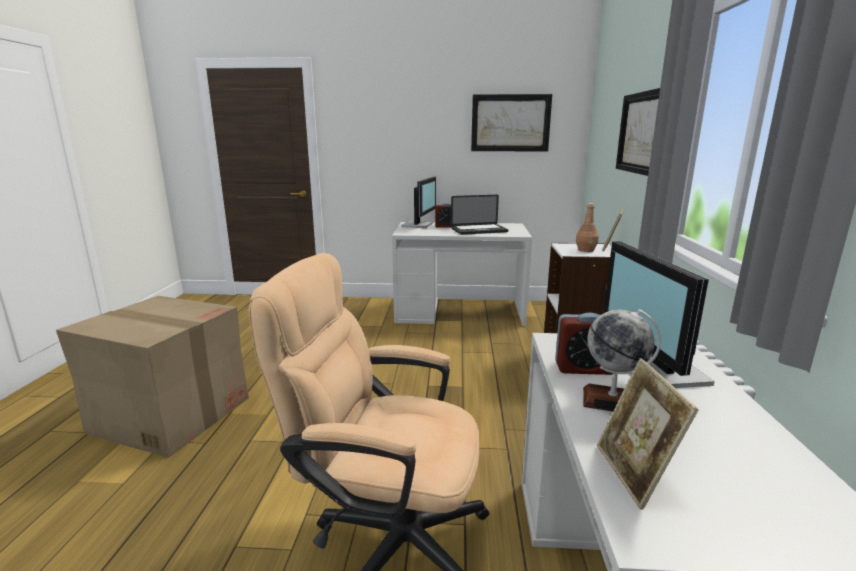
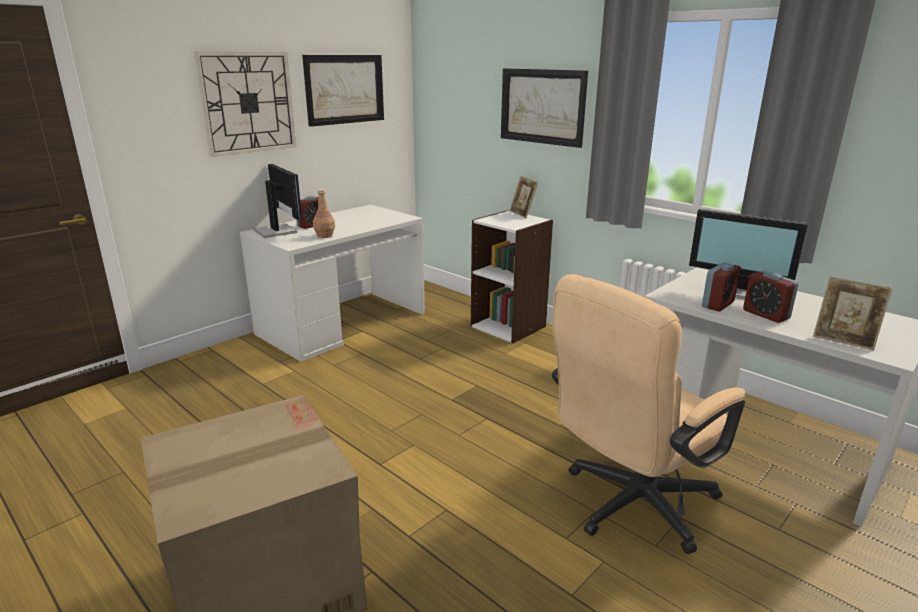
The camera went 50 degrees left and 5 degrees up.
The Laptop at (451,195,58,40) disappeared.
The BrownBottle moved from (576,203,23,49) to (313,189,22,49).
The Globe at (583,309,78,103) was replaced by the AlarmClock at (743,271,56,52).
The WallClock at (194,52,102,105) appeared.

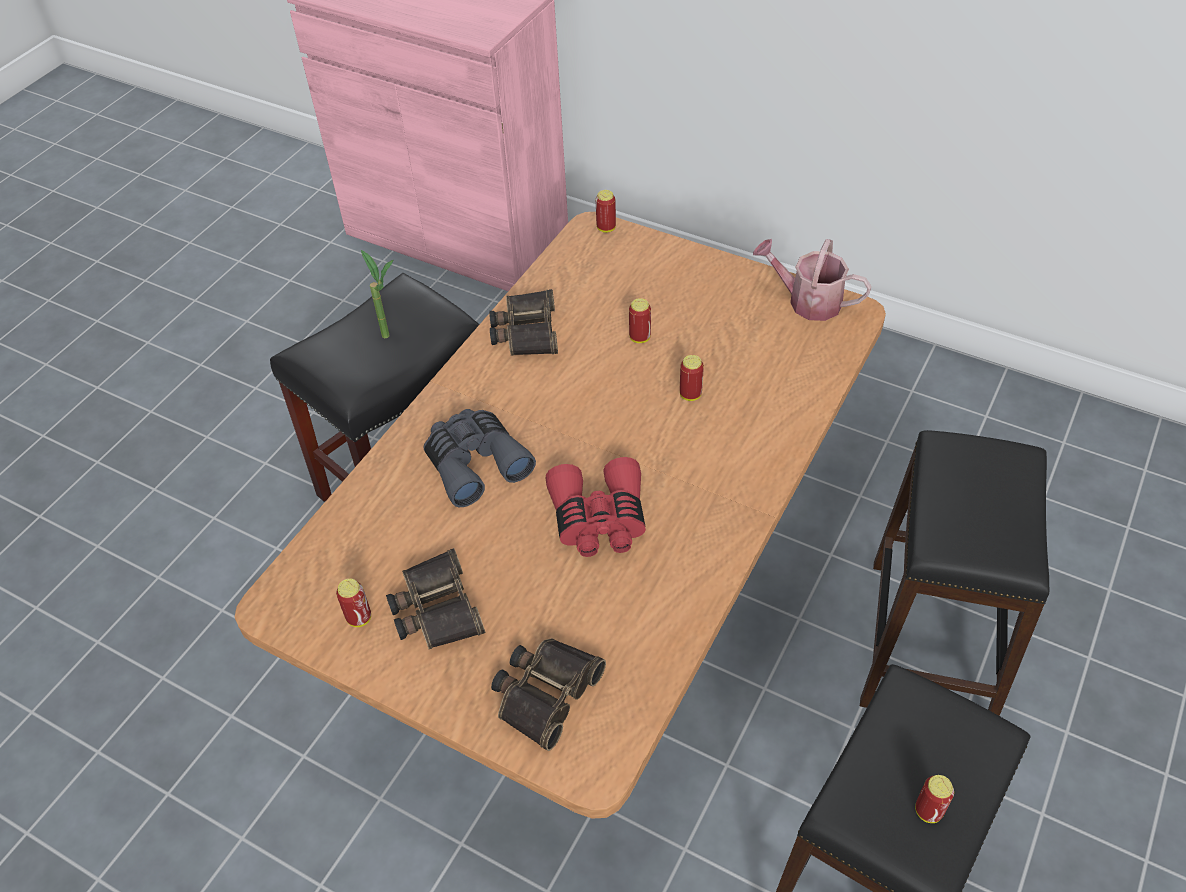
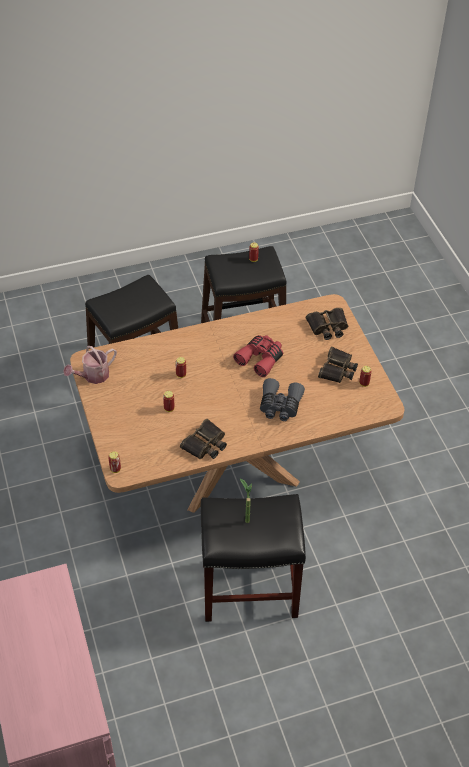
The camera went 140 degrees left and 0 degrees up.
The WateringCan at (753,239,119,82) turned 75 degrees clockwise.

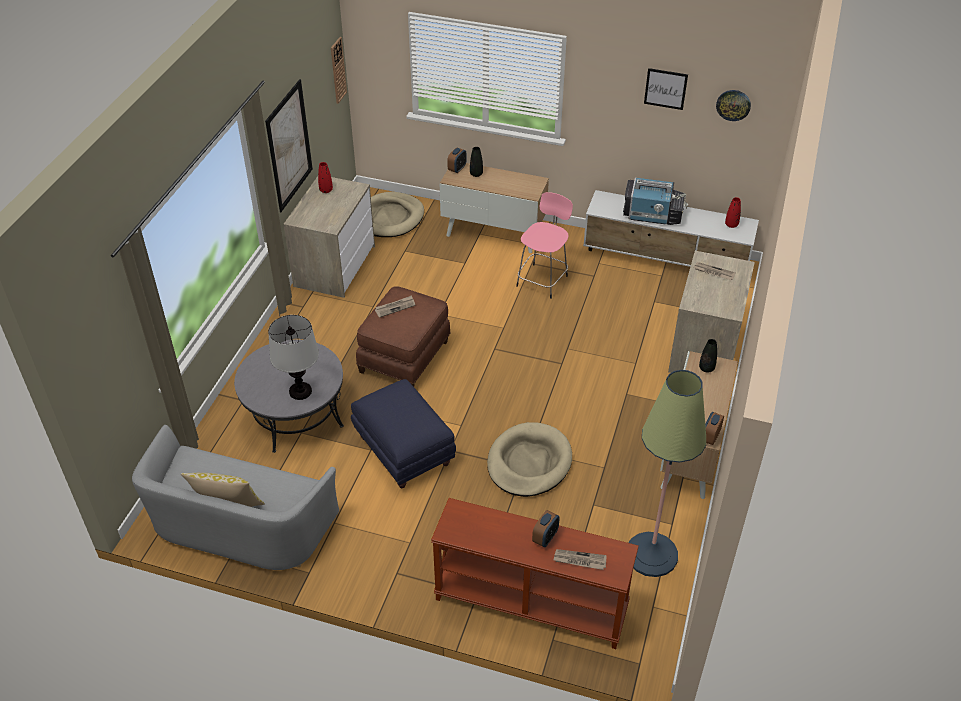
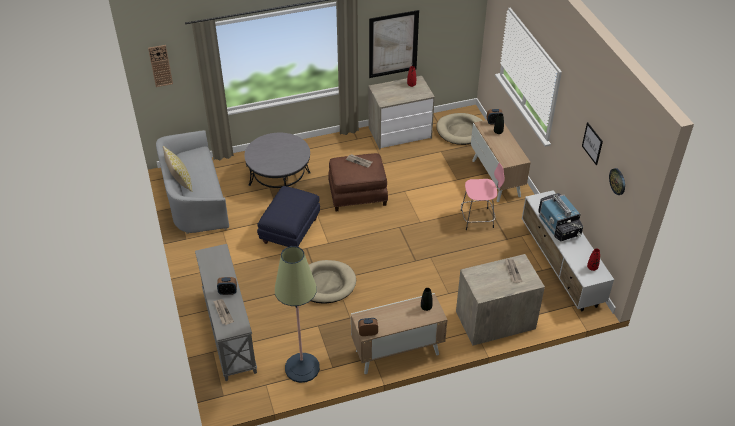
The camera went 55 degrees right and 0 degrees up.
The WallClock moved from (331,37,16,67) to (148,45,25,42).
The TableLamp at (268,315,51,85) disappeared.
The BrownConsoleTable at (431,498,208,151) became the GreyConsoleTable at (195,244,62,137).

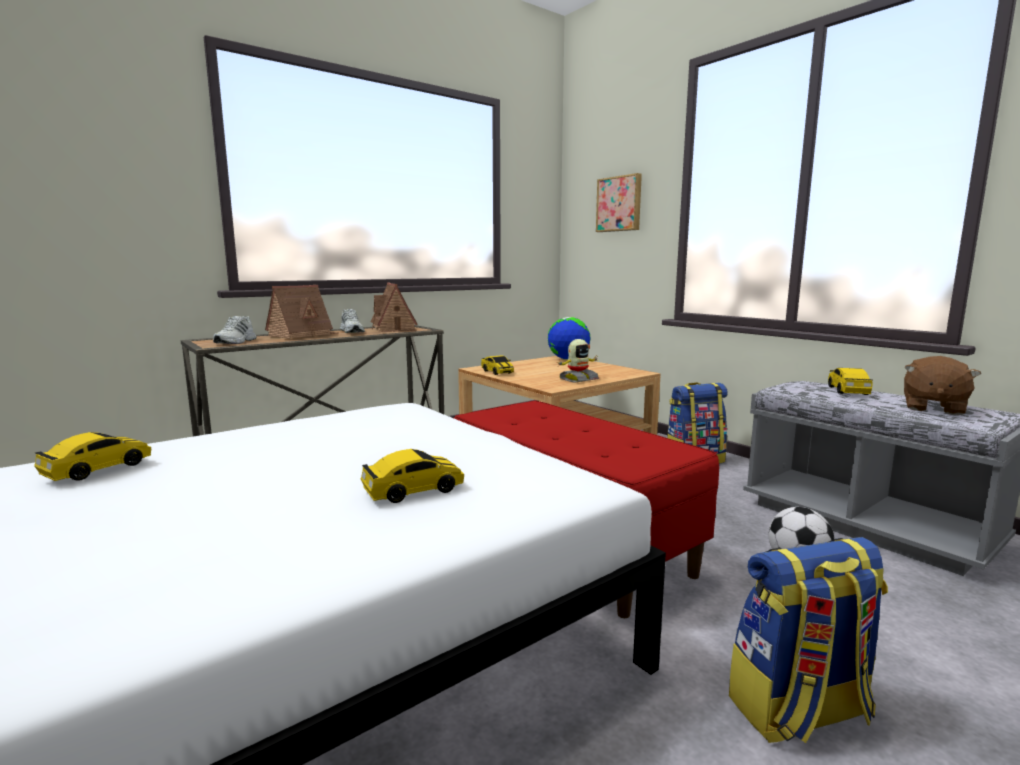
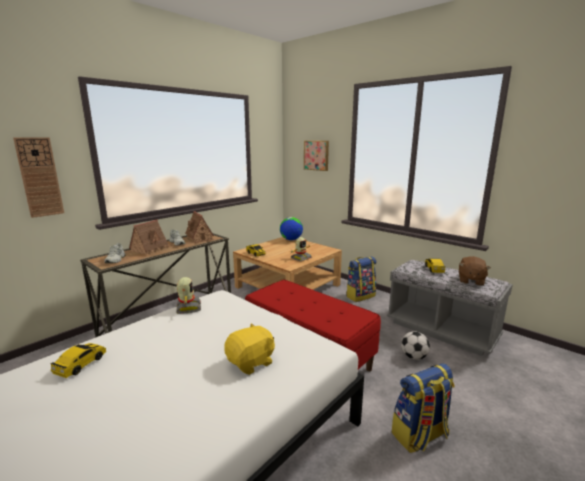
The camera went 10 degrees left and 5 degrees up.
The ToyCar at (360,449,104,54) was replaced by the YellowPlushToy at (224,323,51,52).
The WallClock at (13,137,51,81) appeared.
The ToyRobot at (176,277,25,37) appeared.

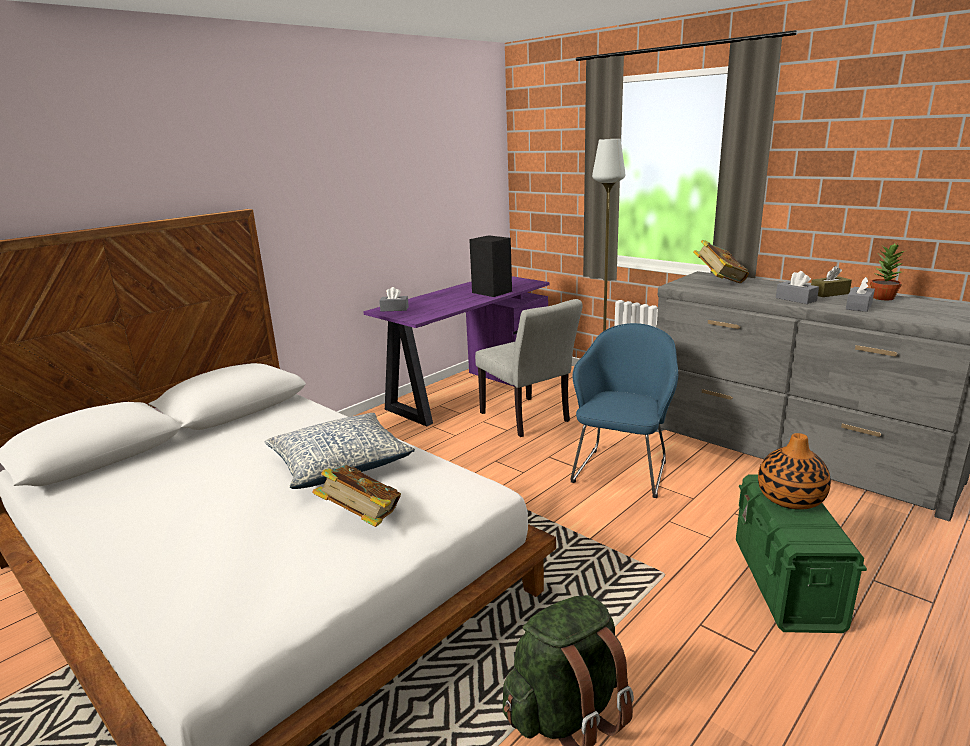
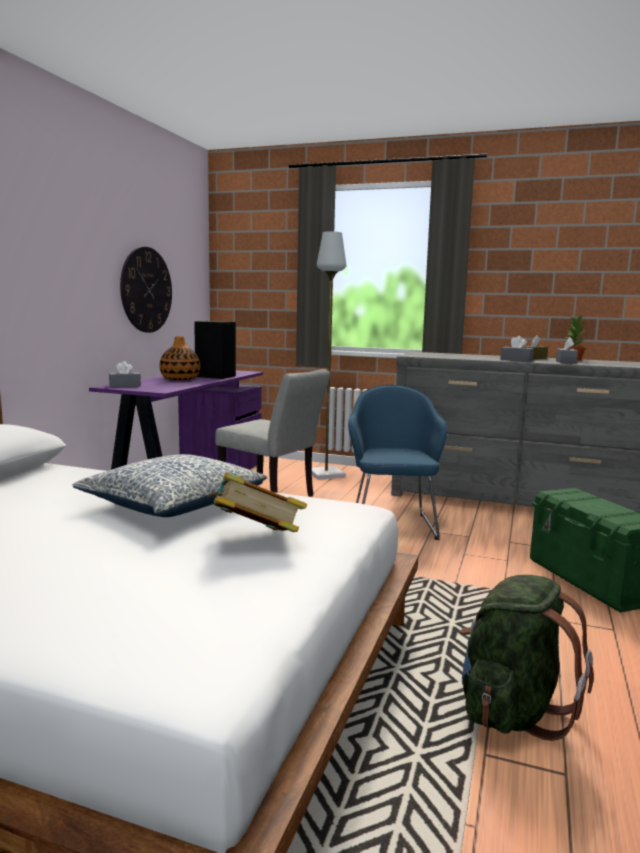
The camera went 25 degrees left and 10 degrees down.
The Book at (694,240,55,43) disappeared.
The Vase moved from (758,433,73,77) to (160,336,40,44).
The WallClock at (120,247,52,86) appeared.

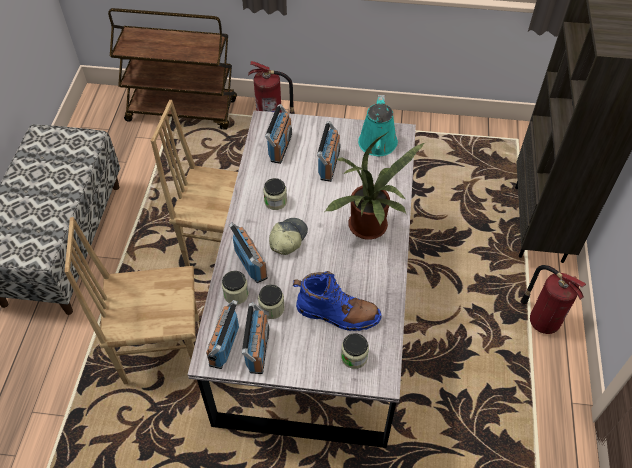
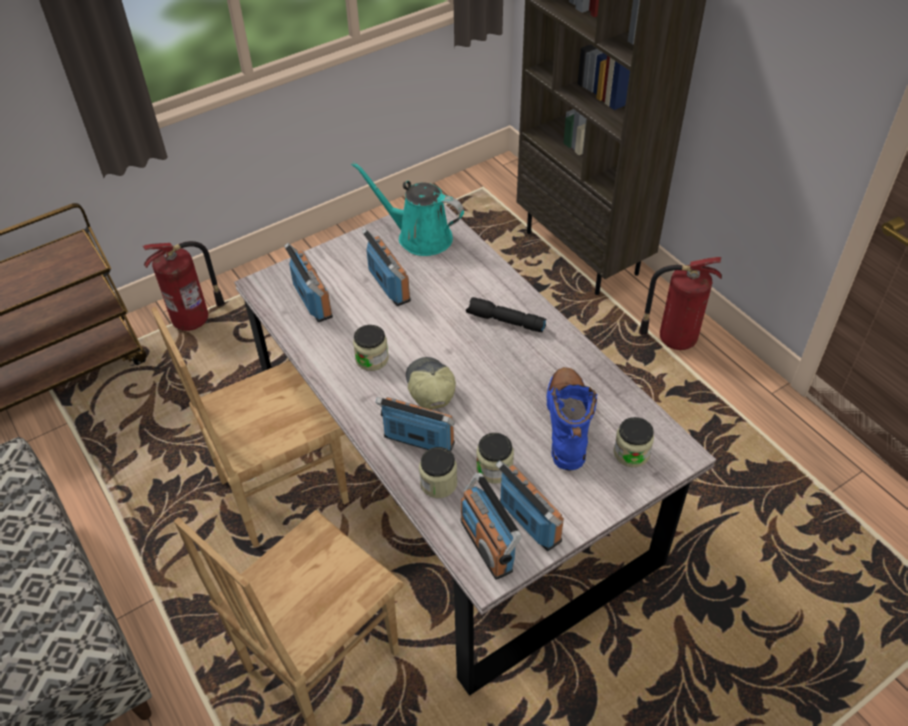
The camera went 40 degrees left and 5 degrees down.
The TurquoiseWateringCan at (358,95,40,61) turned 150 degrees clockwise.
The PottedPlant at (325,132,99,108) was replaced by the BlackFlashlight at (466,297,80,36).
The BlueBoot at (293,271,89,60) turned 60 degrees counterclockwise.

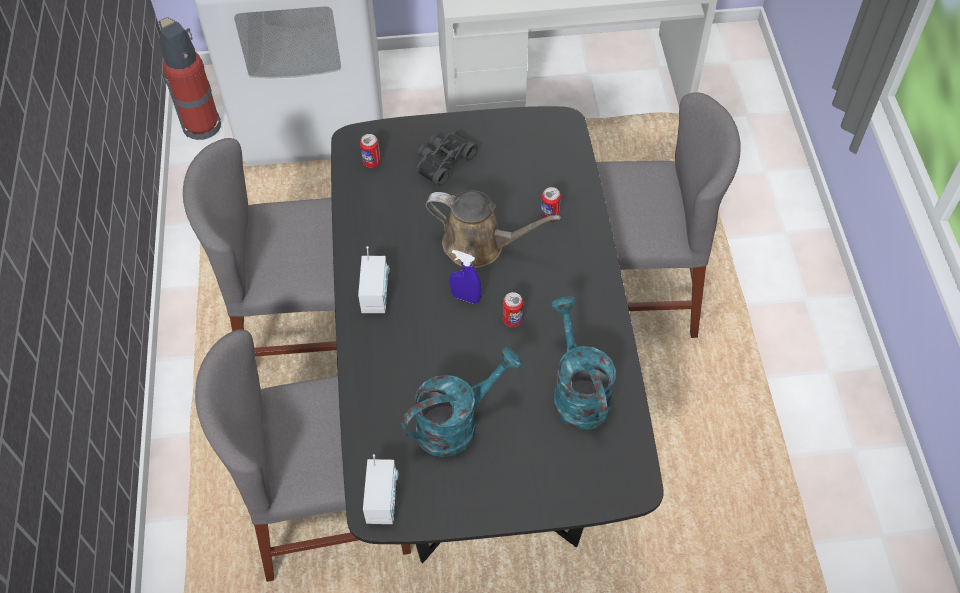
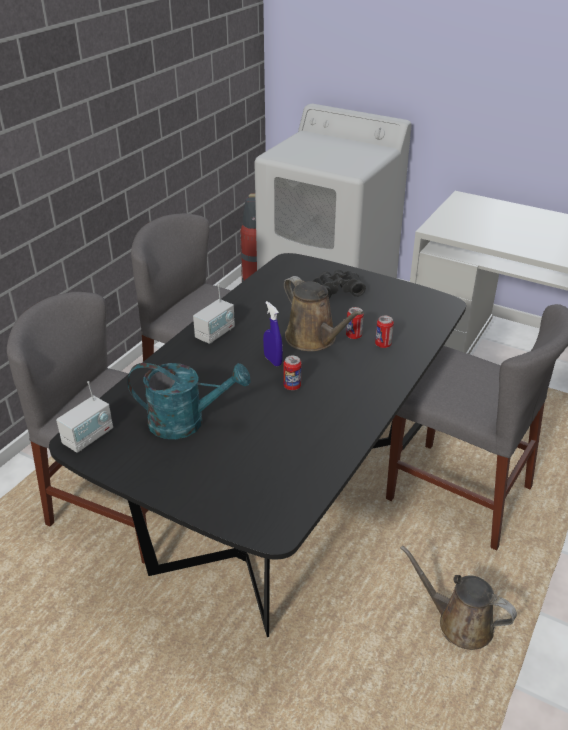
The camera went 35 degrees right and 20 degrees down.
The Can moved from (360,134,21,34) to (346,307,18,32).
The TurquoiseWateringCan at (551,296,65,134) disappeared.
The BrownWateringCan at (401,545,116,105) appeared.

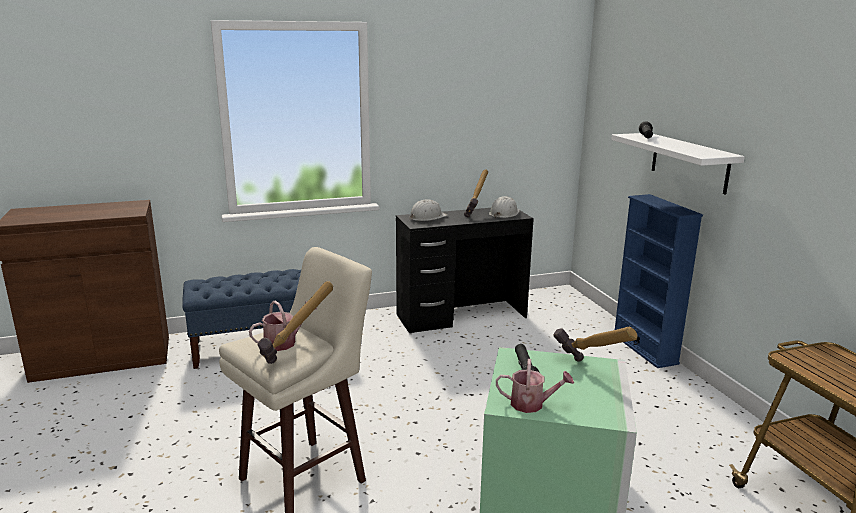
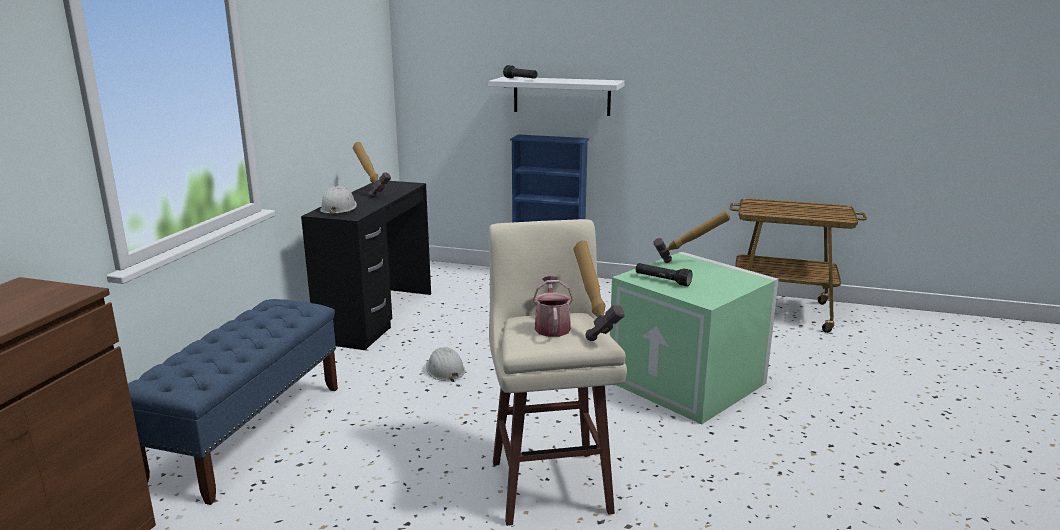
The camera went 55 degrees left and 0 degrees up.
The WhiteHardHat moved from (489,196,30,22) to (426,347,40,35).
The WateringCan at (496,359,78,54) disappeared.

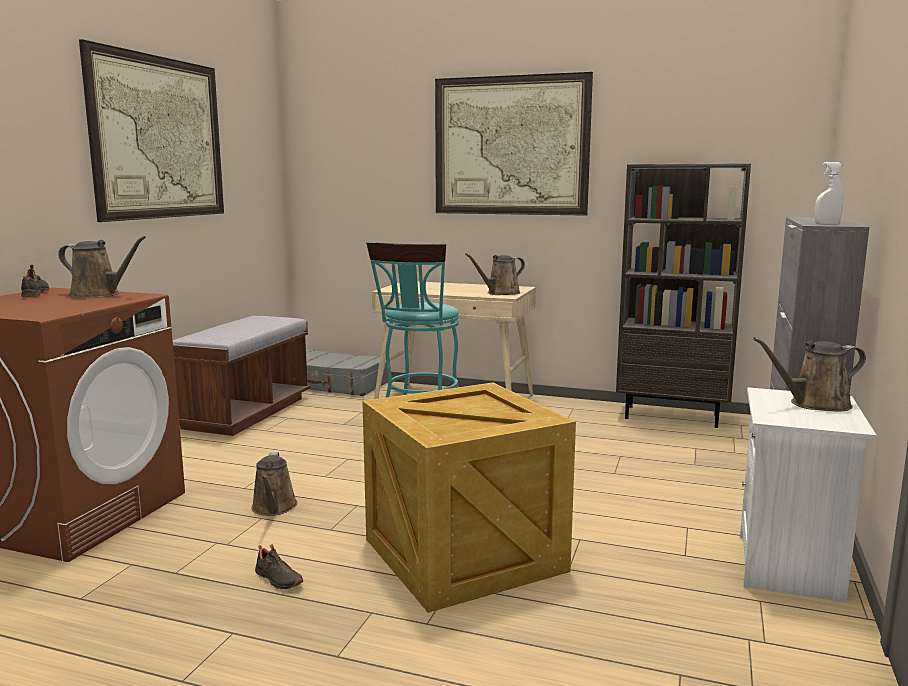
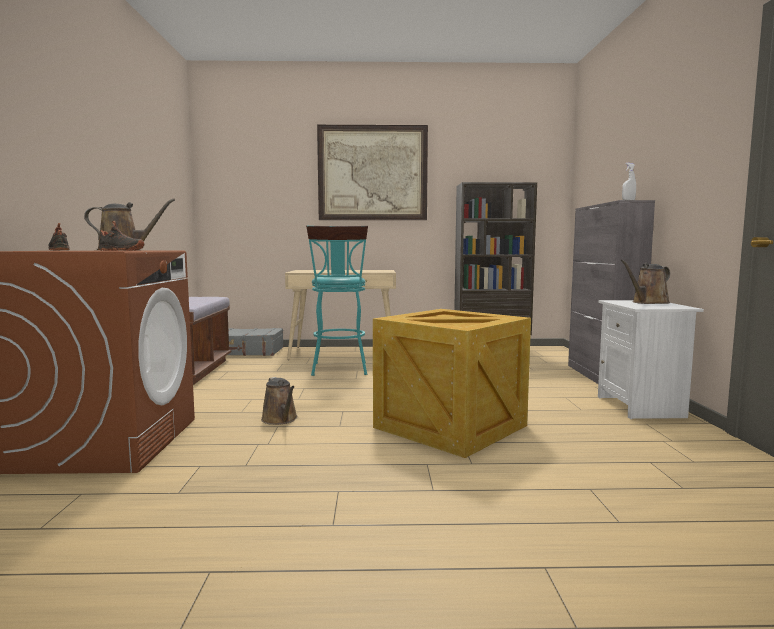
The camera went 20 degrees left and 5 degrees down.
The Picture at (79,39,145,183) disappeared.
The BrownWateringCan at (465,253,60,42) disappeared.
The BlackShoe moved from (255,544,48,46) to (98,221,46,30).

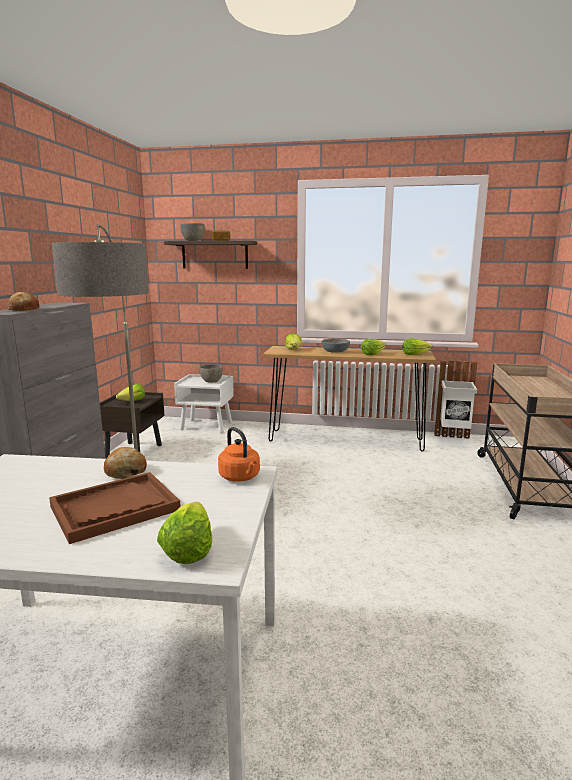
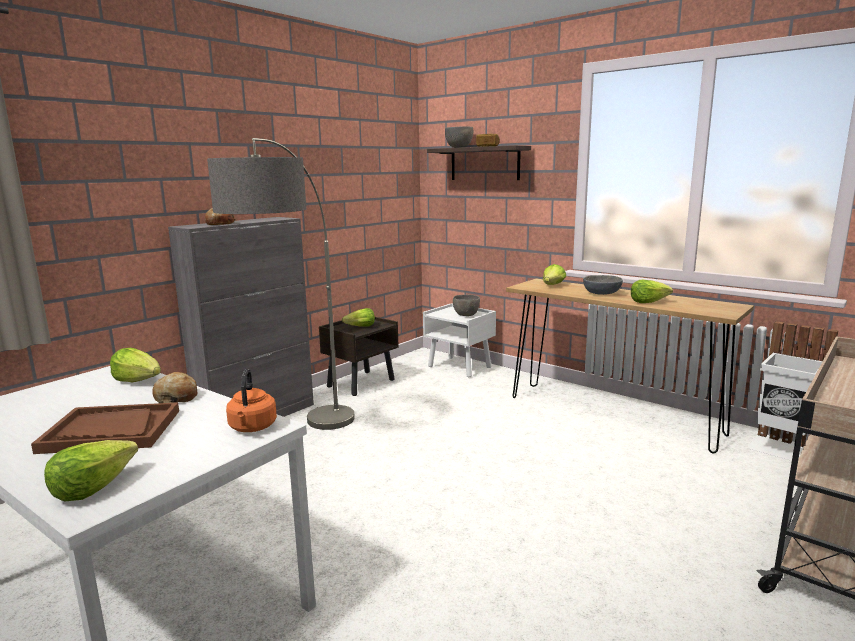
The camera went 30 degrees right and 0 degrees up.
The Lettuce moved from (403,338,29,17) to (110,348,51,34).

